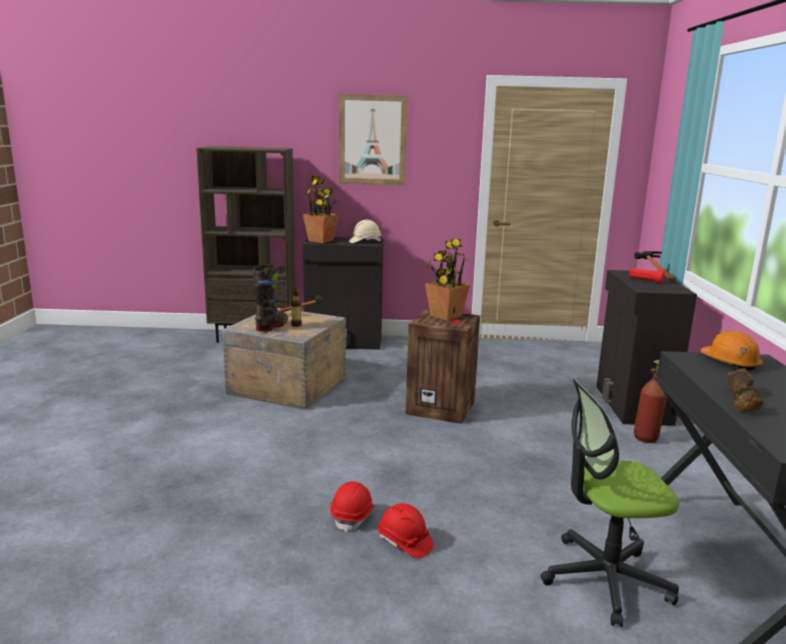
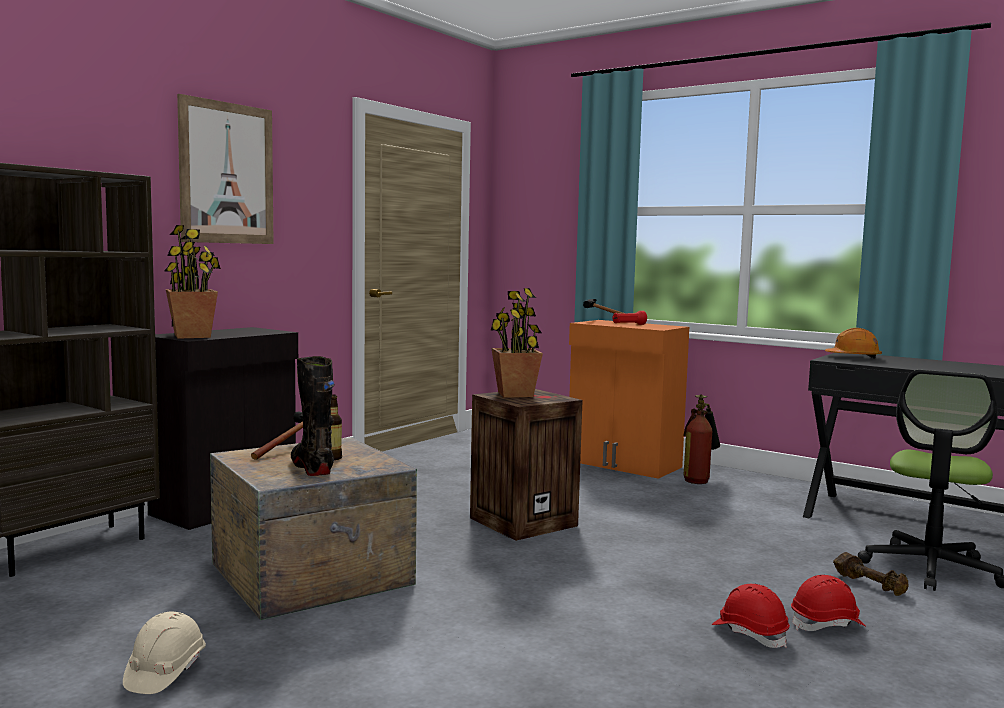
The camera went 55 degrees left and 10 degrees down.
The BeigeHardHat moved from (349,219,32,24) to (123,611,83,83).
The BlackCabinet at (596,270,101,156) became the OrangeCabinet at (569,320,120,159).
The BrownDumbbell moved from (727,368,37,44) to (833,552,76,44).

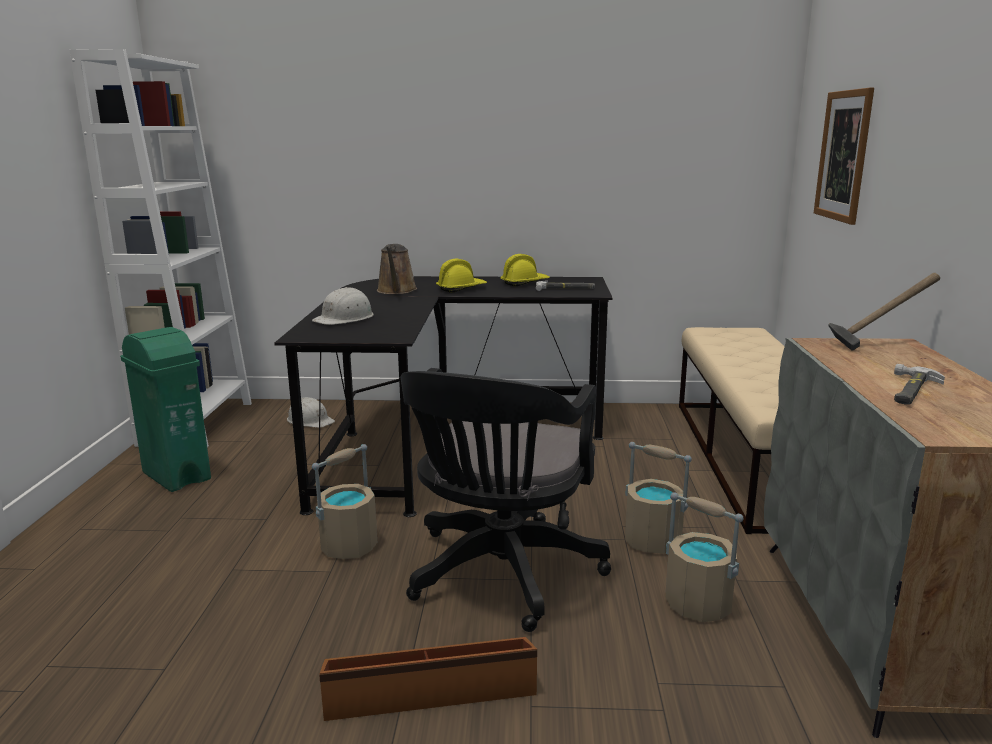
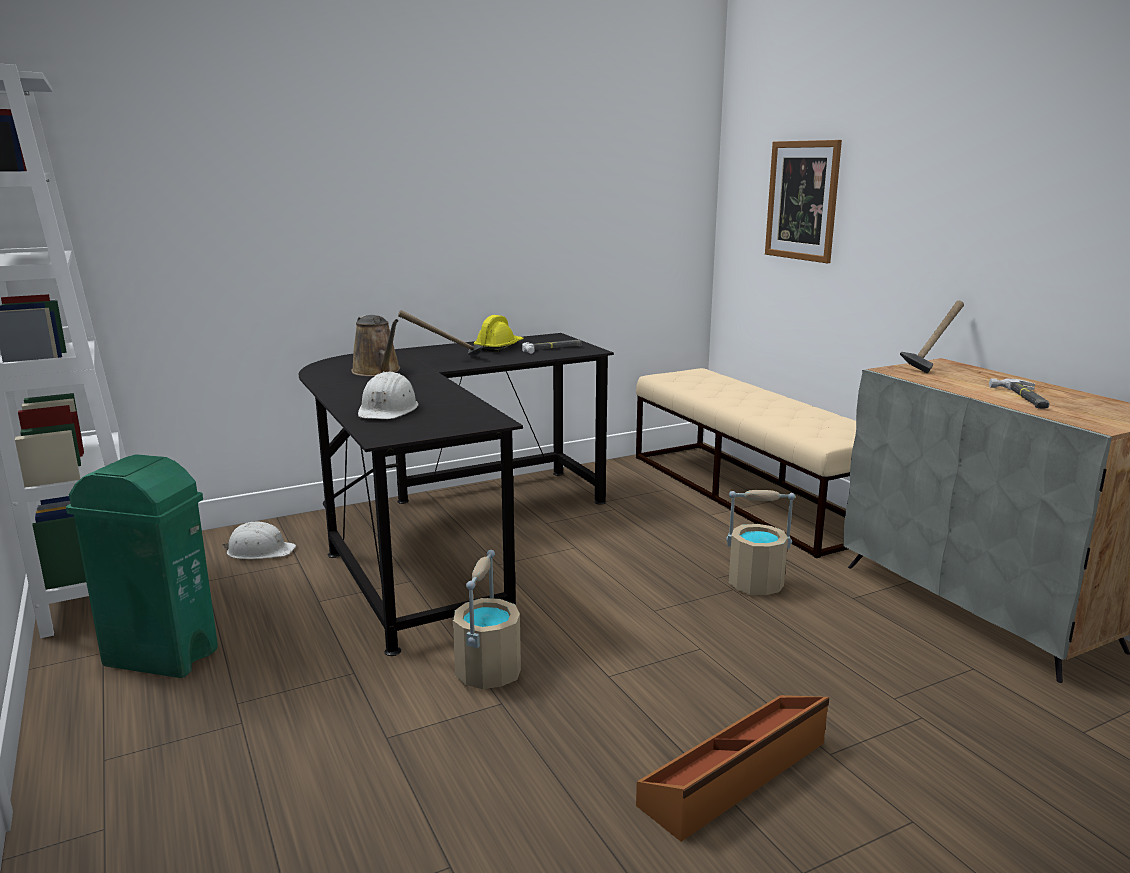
The camera went 30 degrees left and 0 degrees up.
The YellowHardHat at (436,259,51,34) was replaced by the Hammer at (398,310,85,47).
The BlackOfficeChair at (401,368,210,264) disappeared.
The BeigeBucket at (665,492,79,130) disappeared.

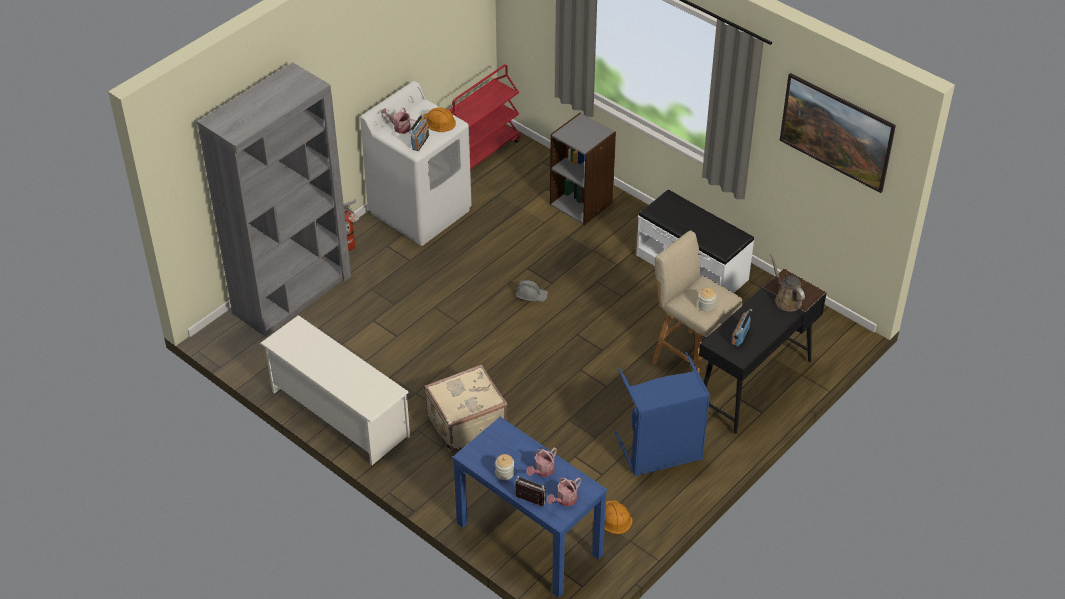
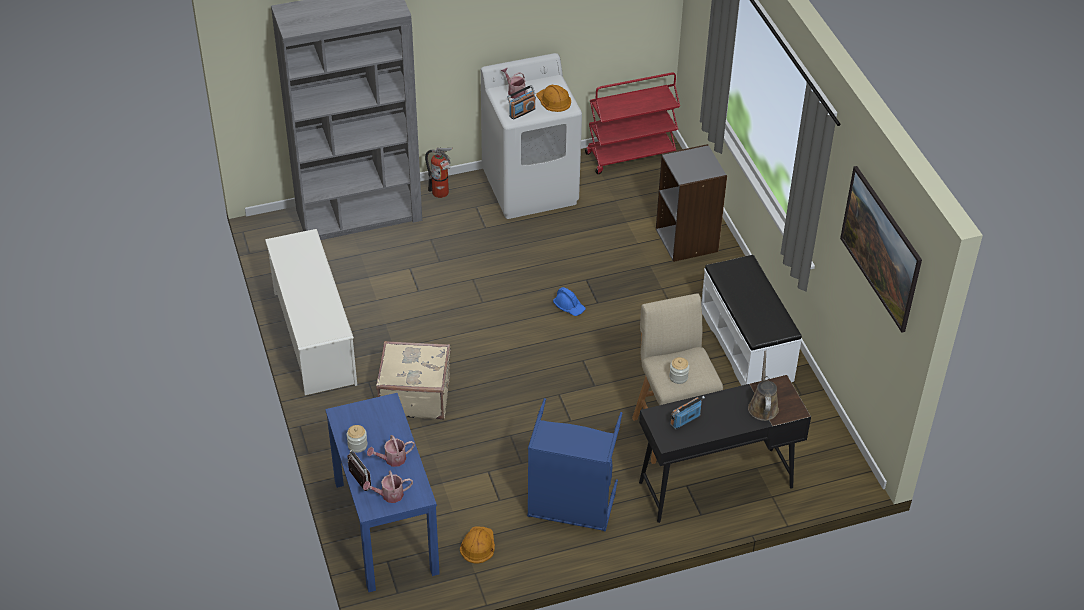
The camera went 30 degrees right and 0 degrees up.
The GreyHardHat at (516,280,32,21) became the BlueHardHat at (553,287,33,29).

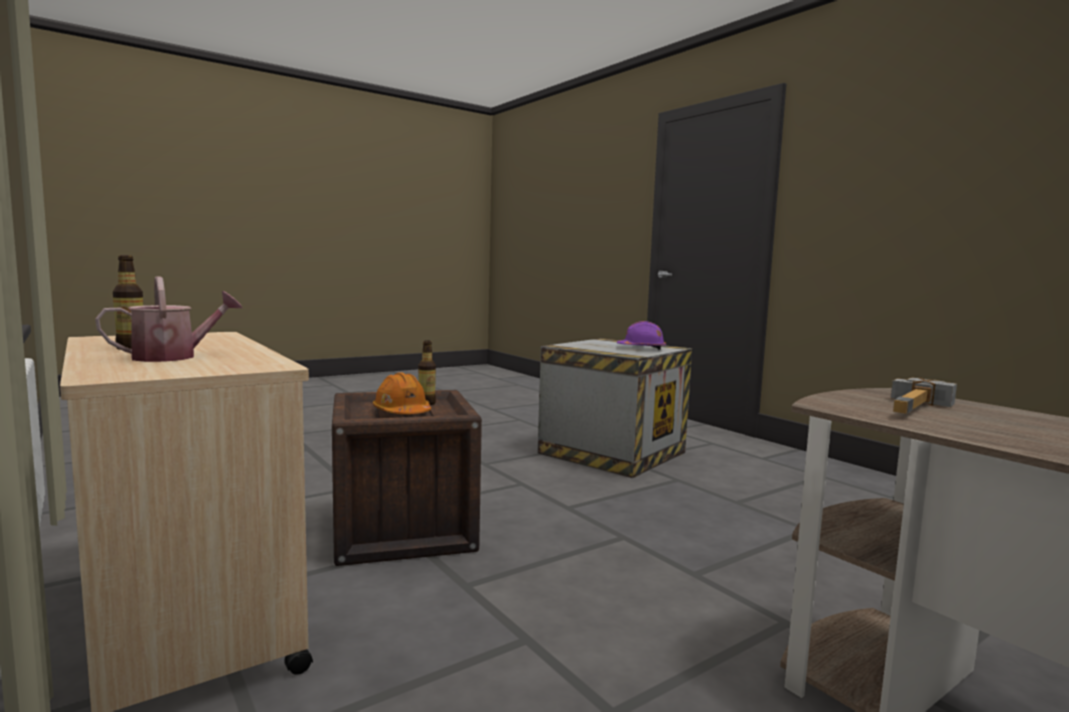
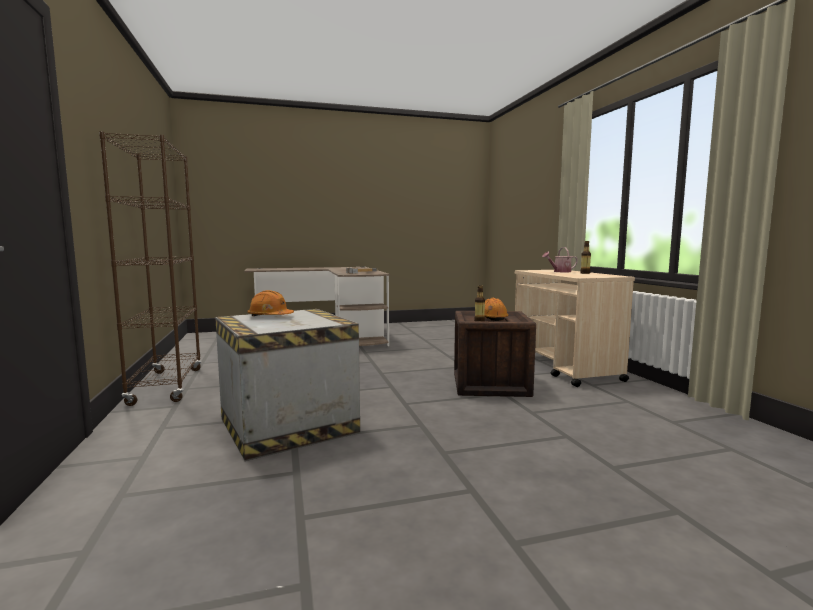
The camera went 160 degrees left and 0 degrees up.
The PurpleHardHat at (616,321,50,29) became the OrangeHardHat at (247,290,47,26).
The BrownBookcase at (99,131,103,275) appeared.

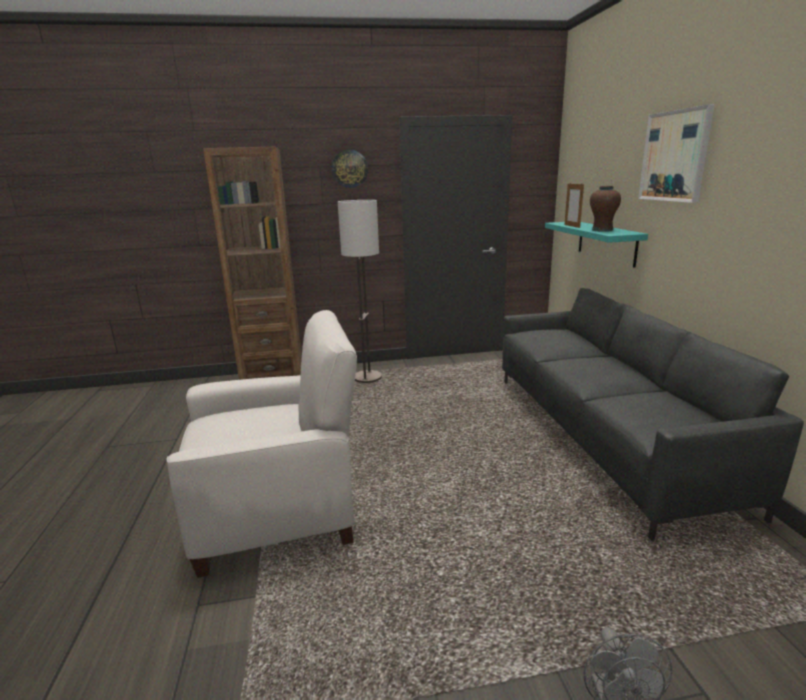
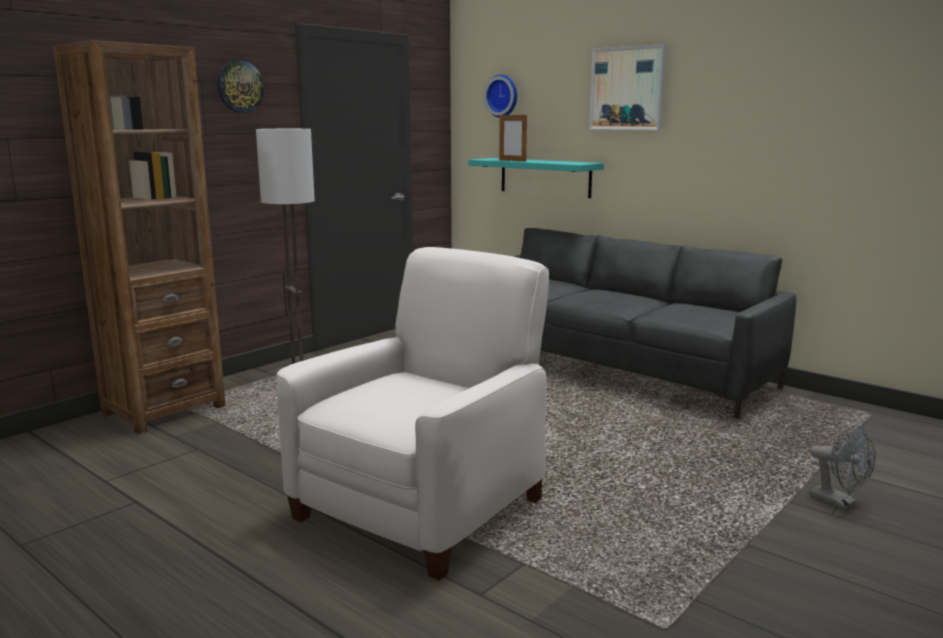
The camera went 40 degrees left and 5 degrees down.
The BrownVase at (590,186,31,46) disappeared.
The WallClock at (484,74,33,44) appeared.

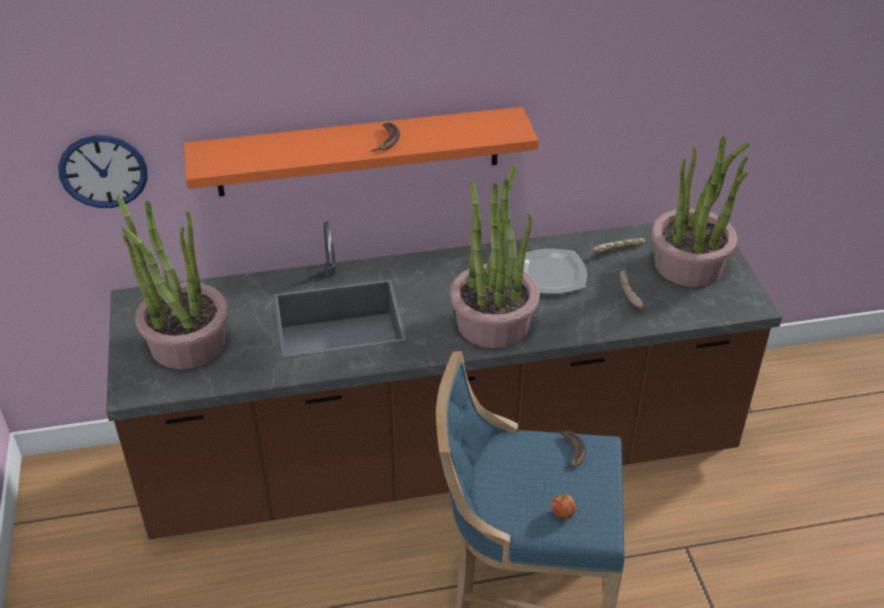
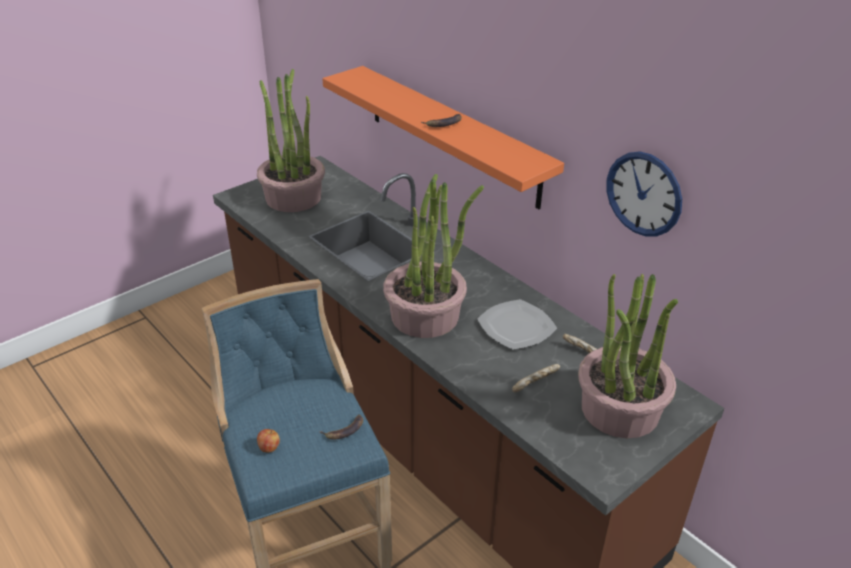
The camera went 60 degrees right and 5 degrees down.
The WallClock moved from (58,135,89,73) to (606,151,76,86).

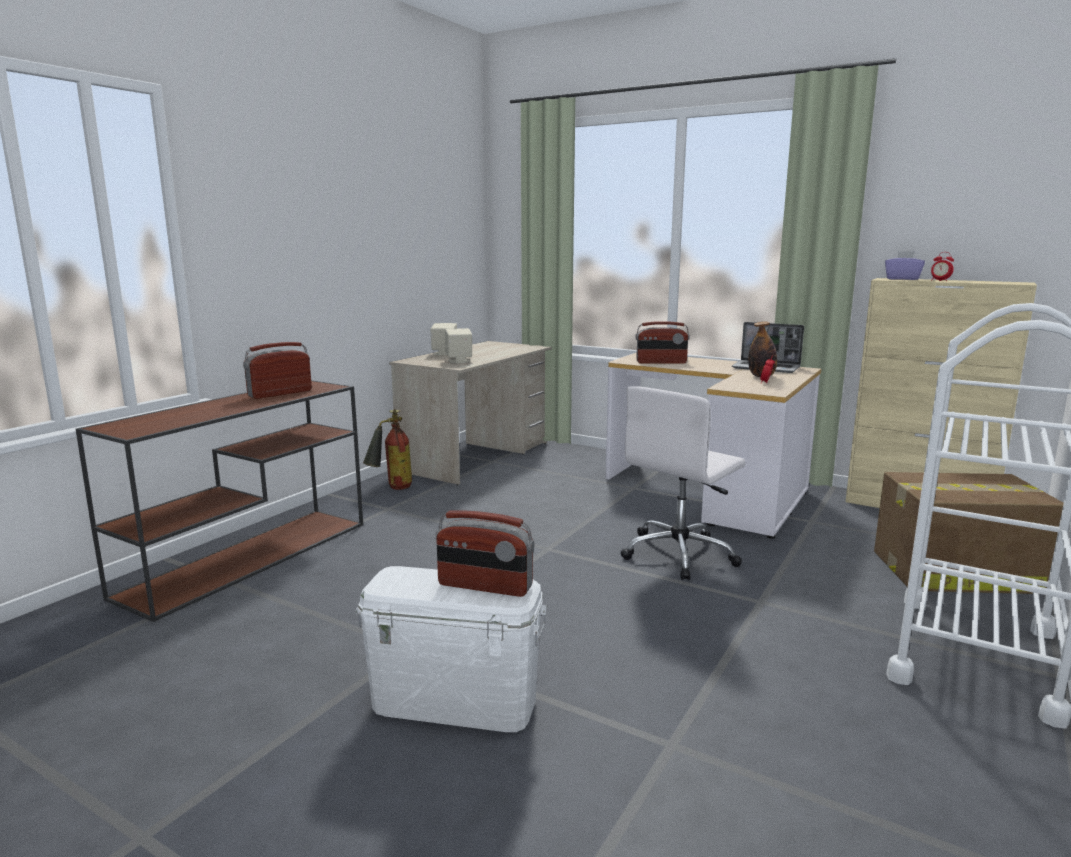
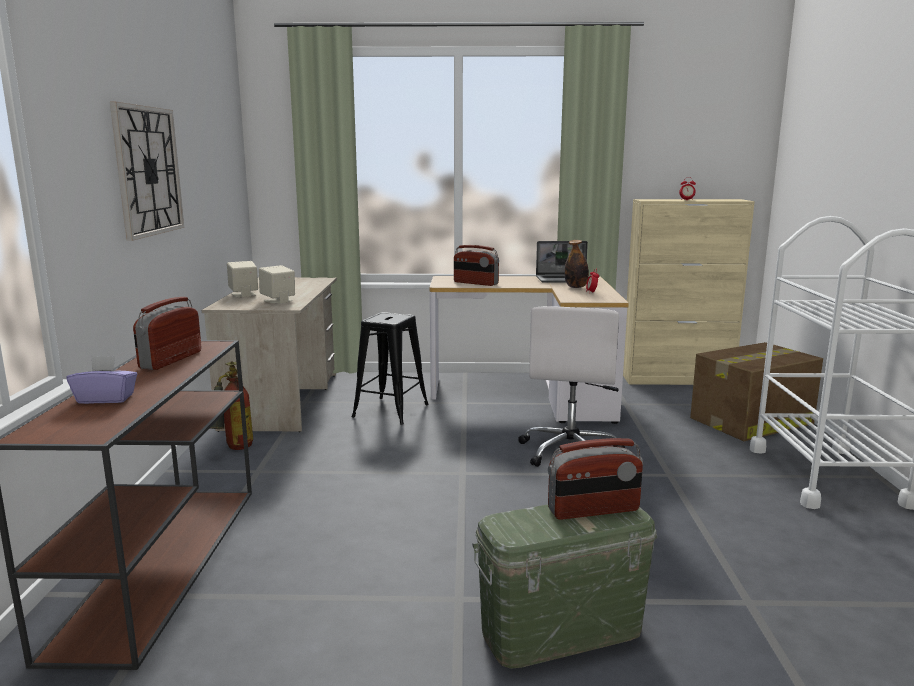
The camera went 30 degrees left and 0 degrees up.
The PurpleTissueBox moved from (885,251,40,29) to (66,356,71,48).
The Radio at (636,321,54,43) turned 60 degrees clockwise.
The WhiteStorageBox at (356,566,191,166) became the GreenStorageBox at (472,505,185,164).
The WallClock at (110,102,74,139) appeared.
The BlackStool at (352,312,77,113) appeared.

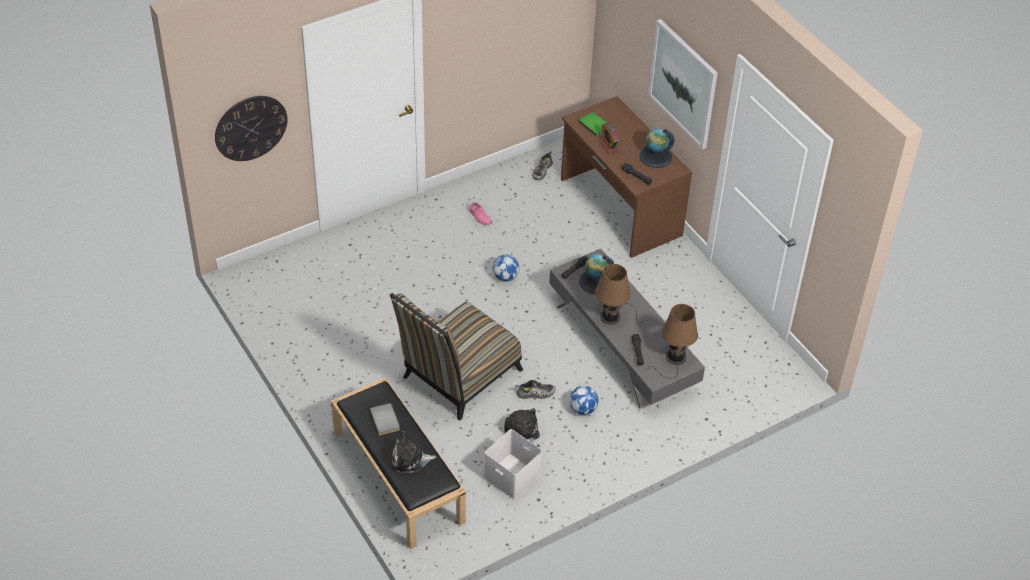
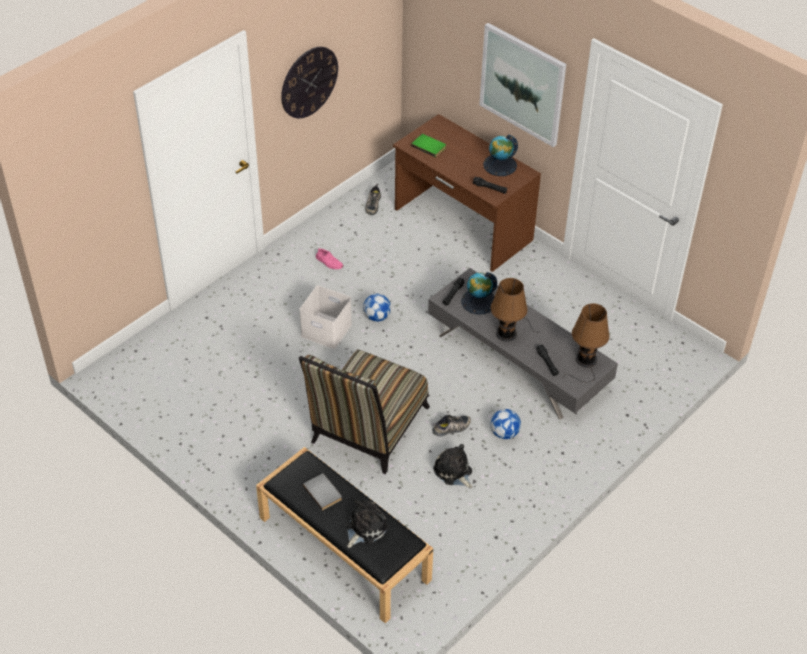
The camera went 15 degrees left and 0 degrees up.
The WallClock moved from (215,96,73,65) to (281,47,57,71).
The AlarmClock at (600,123,19,31) disappeared.
The WhiteStorageBox moved from (484,429,58,71) to (299,285,53,64).
The PlushToy at (392,431,44,42) turned 150 degrees clockwise.

